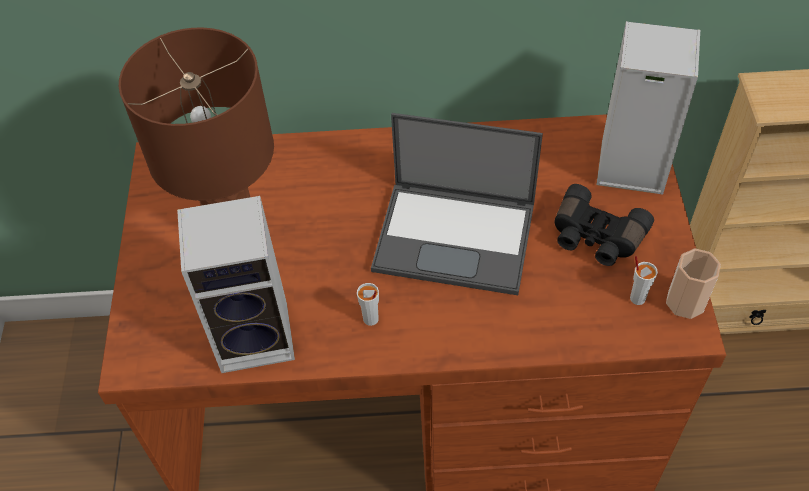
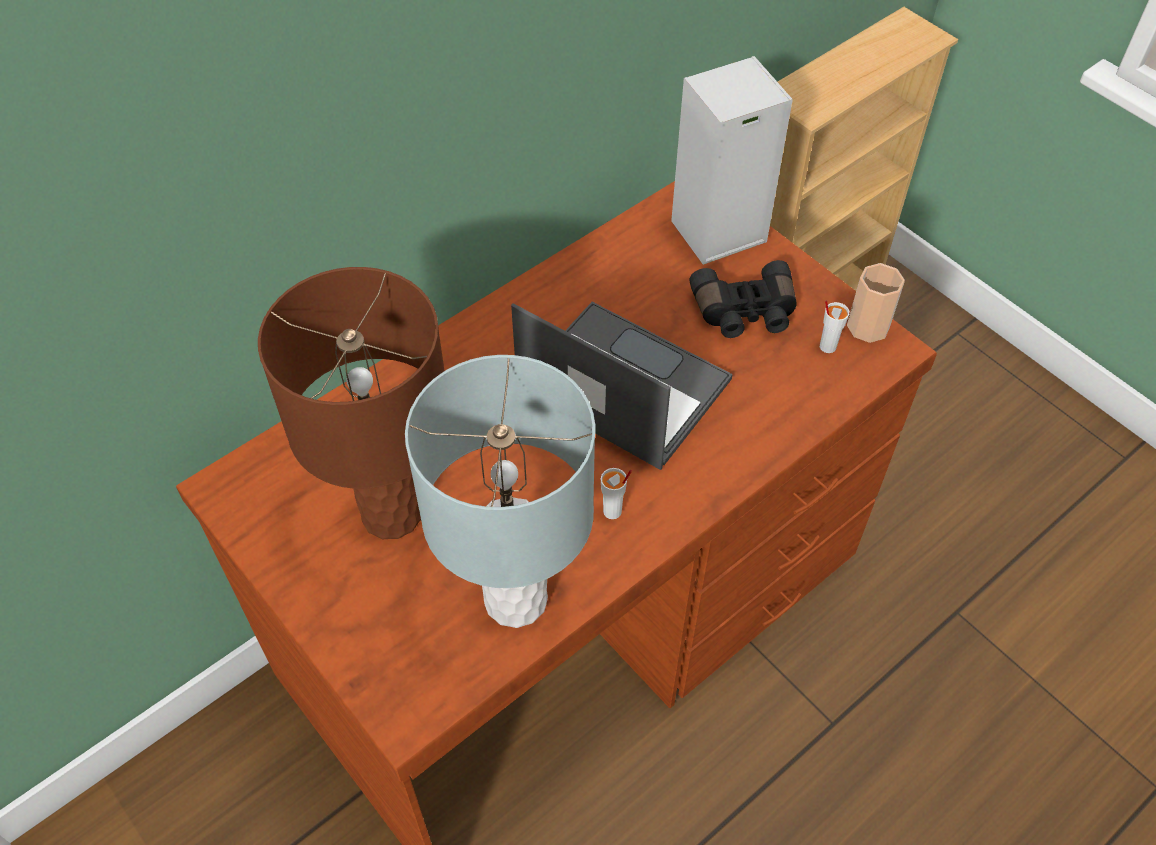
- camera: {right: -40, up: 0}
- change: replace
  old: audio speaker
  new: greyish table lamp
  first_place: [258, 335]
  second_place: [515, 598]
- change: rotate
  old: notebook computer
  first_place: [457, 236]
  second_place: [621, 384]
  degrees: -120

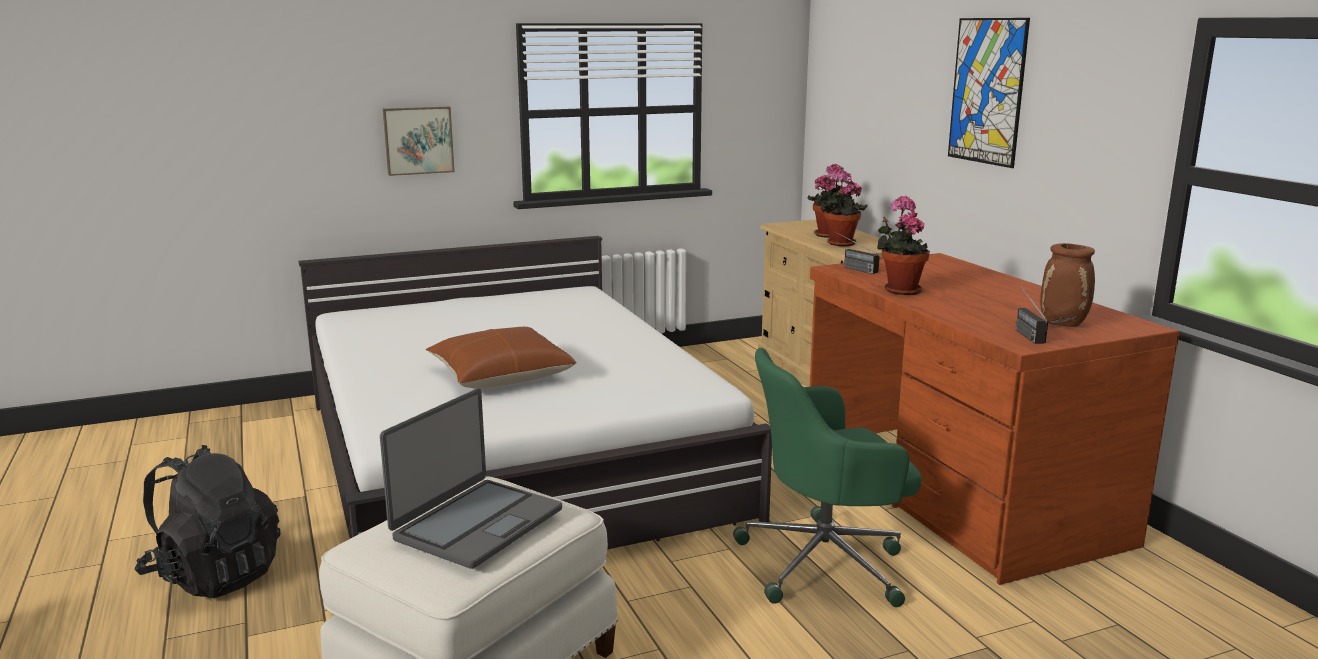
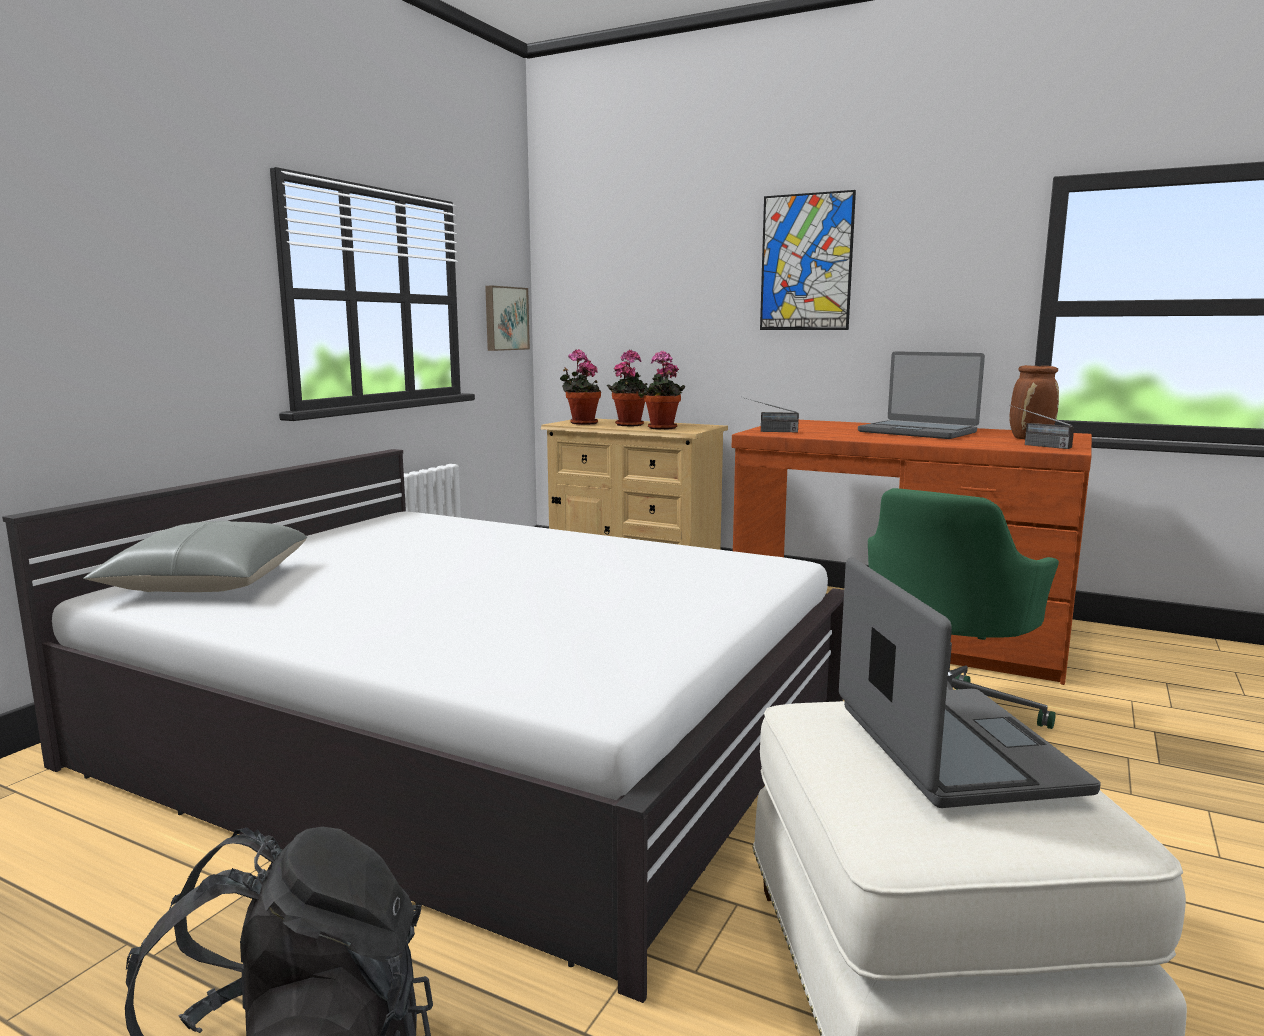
- camera: {right: -40, up: -5}
- change: insert
  new: greyish throw pillow
  second_place: [208, 582]
- change: move
  old: wall picture
  first_place: [418, 140]
  second_place: [505, 318]
- change: move
  old: plant in a pot
  first_place: [899, 290]
  second_place: [581, 423]
- change: insert
  new: notebook computer
  second_place: [918, 432]
- change: delete
  old: brown throw pillow
  first_place: [500, 375]

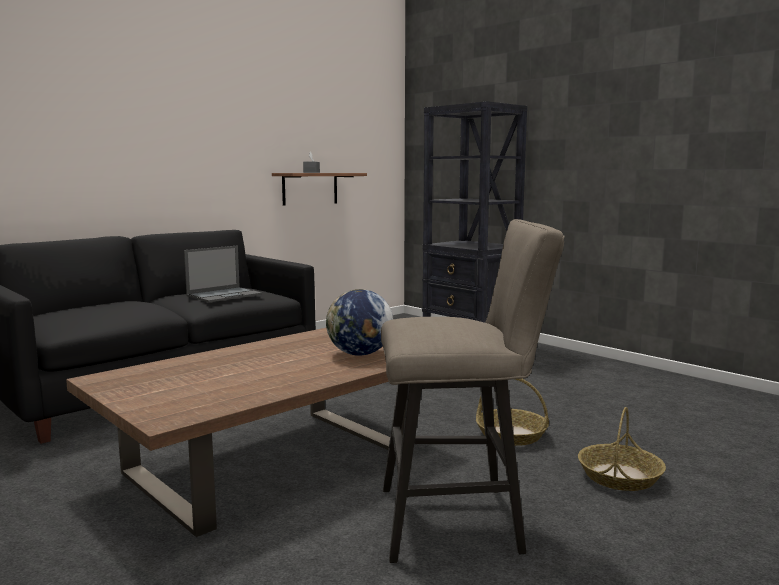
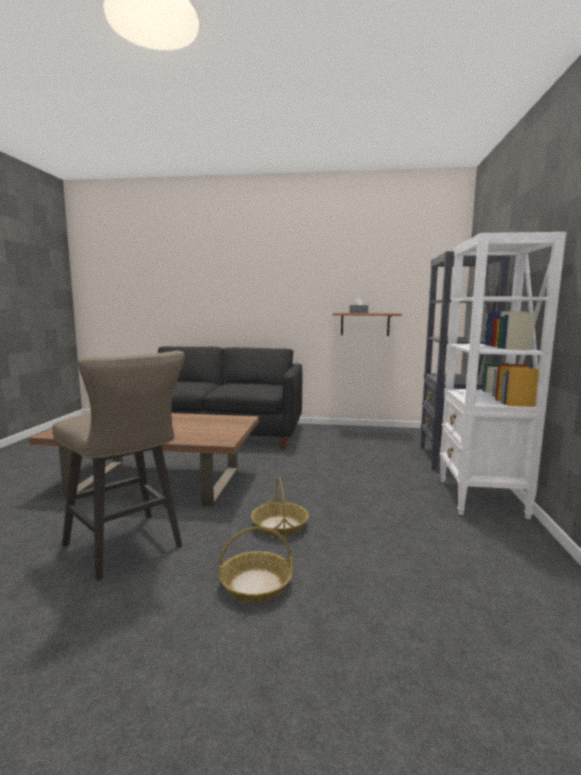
- camera: {right: 50, up: 0}
- change: insert
  new: whitish bookshelf
  second_place: [481, 498]
- change: delete
  old: notebook computer
  first_place: [225, 295]
- change: delete
  old: globe
  first_place: [359, 354]

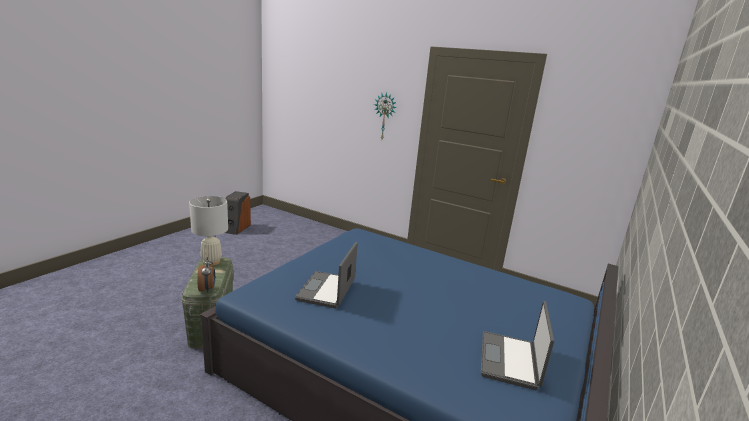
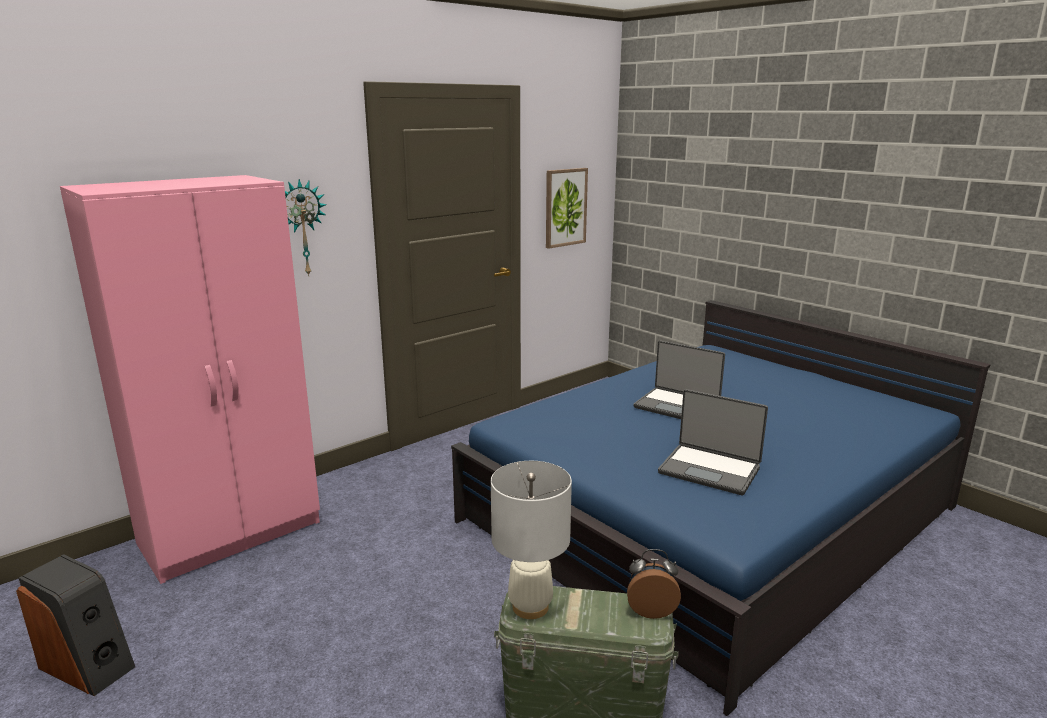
- camera: {right: -70, up: 0}
- change: insert
  new: pink clothes cupboard
  second_place: [233, 533]
- change: insert
  new: wall picture
  second_place: [565, 207]
- change: move
  old: notebook computer
  first_place: [510, 361]
  second_place: [677, 406]

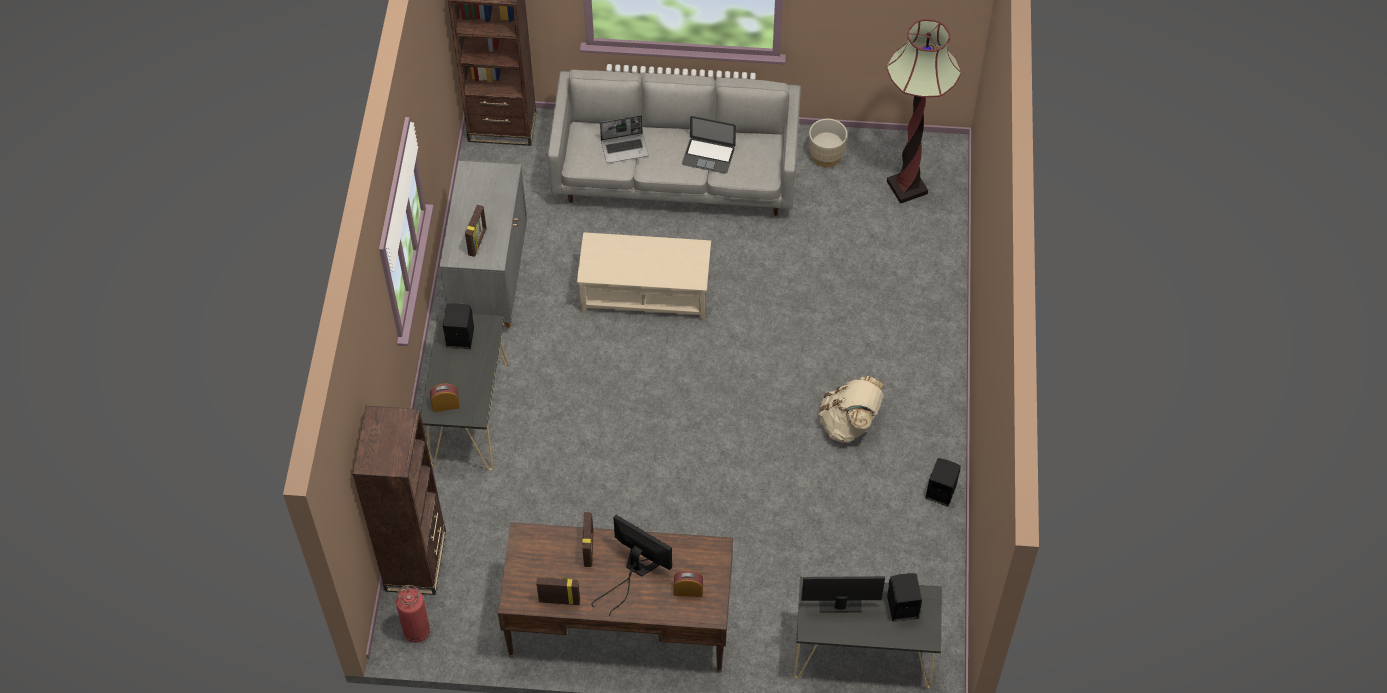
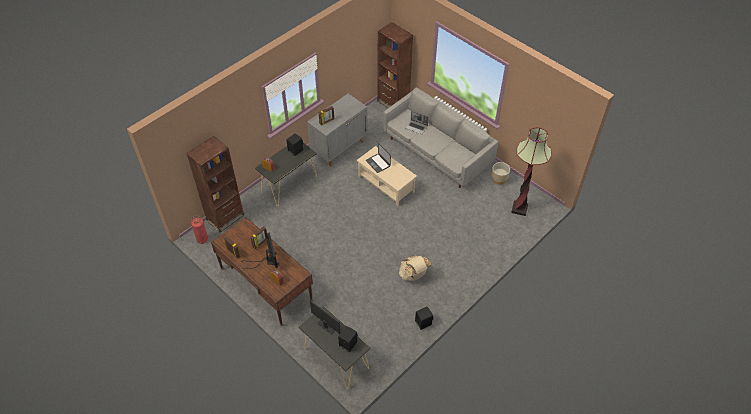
- camera: {right: 40, up: -5}
- change: move
  old: notebook computer
  first_place: [708, 155]
  second_place: [378, 163]

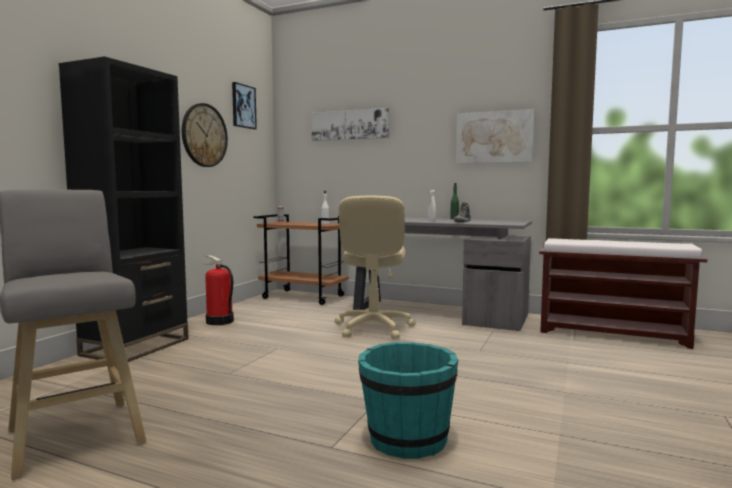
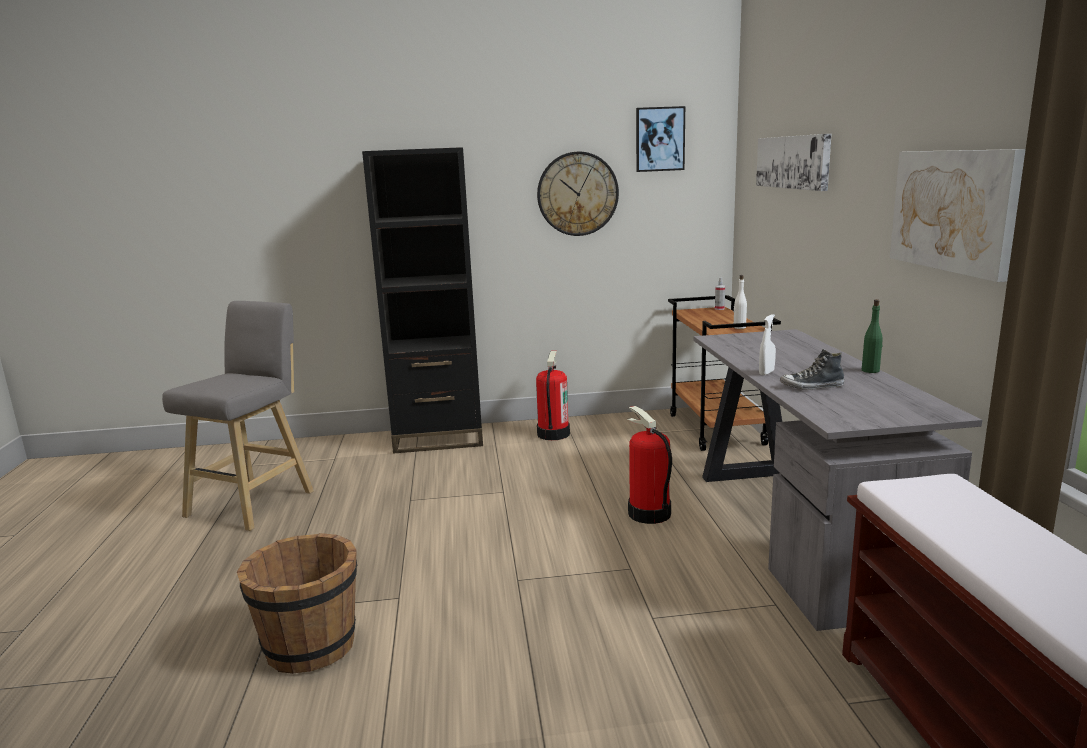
- camera: {right: 60, up: 10}
- change: recolor
  old: turquoise bucket
  new: brown bucket
  first_place: [406, 440]
  second_place: [310, 646]
- change: replace
  old: beige-coloured computer chair
  new: fire-fighting cylinder
  first_place: [373, 328]
  second_place: [648, 513]

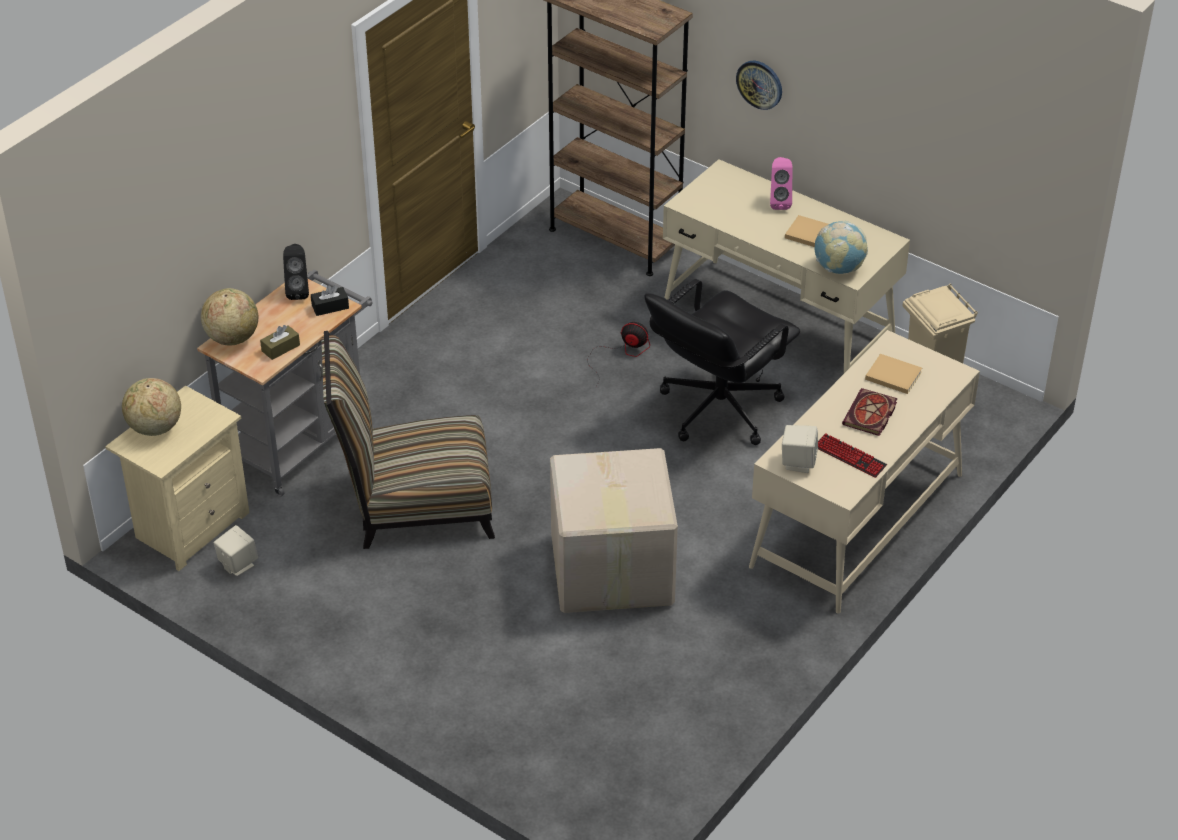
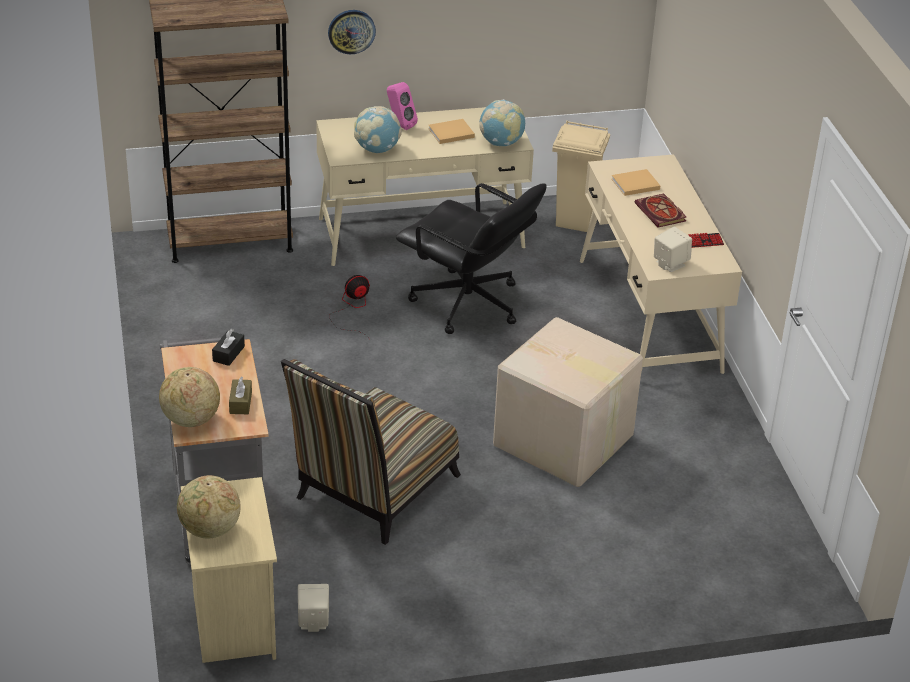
- camera: {right: -50, up: -5}
- change: insert
  new: globe
  second_place: [377, 149]
- change: rotate
  old: black computer chair
  first_place: [718, 409]
  second_place: [467, 304]
  degrees: -45
- change: delete
  old: black audio speaker
  first_place: [298, 291]

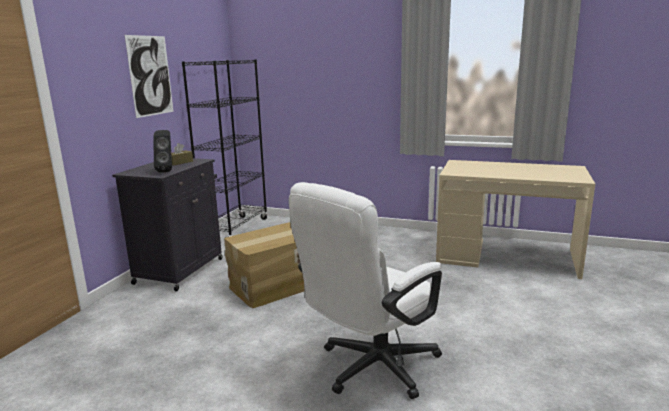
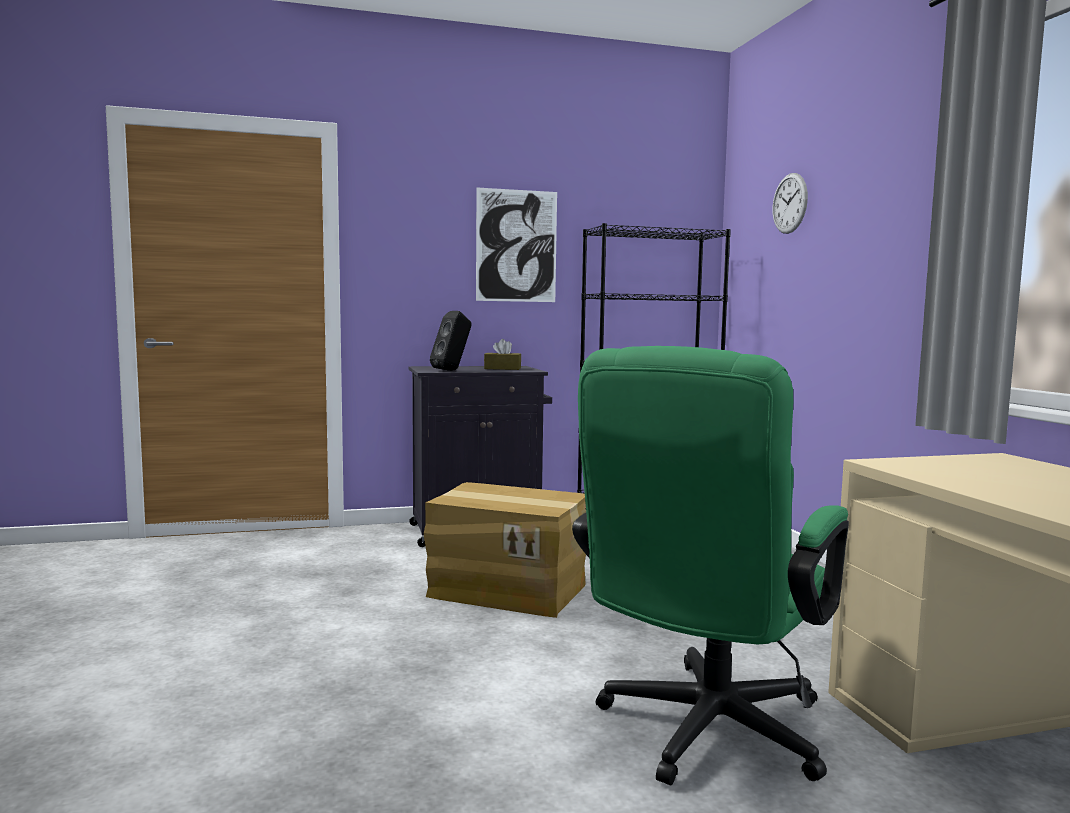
- camera: {right: 55, up: -10}
- change: insert
  new: green computer chair
  second_place: [703, 735]
- change: insert
  new: clock on the wall
  second_place: [789, 203]
- change: delete
  old: whitish computer chair
  first_place: [370, 369]

